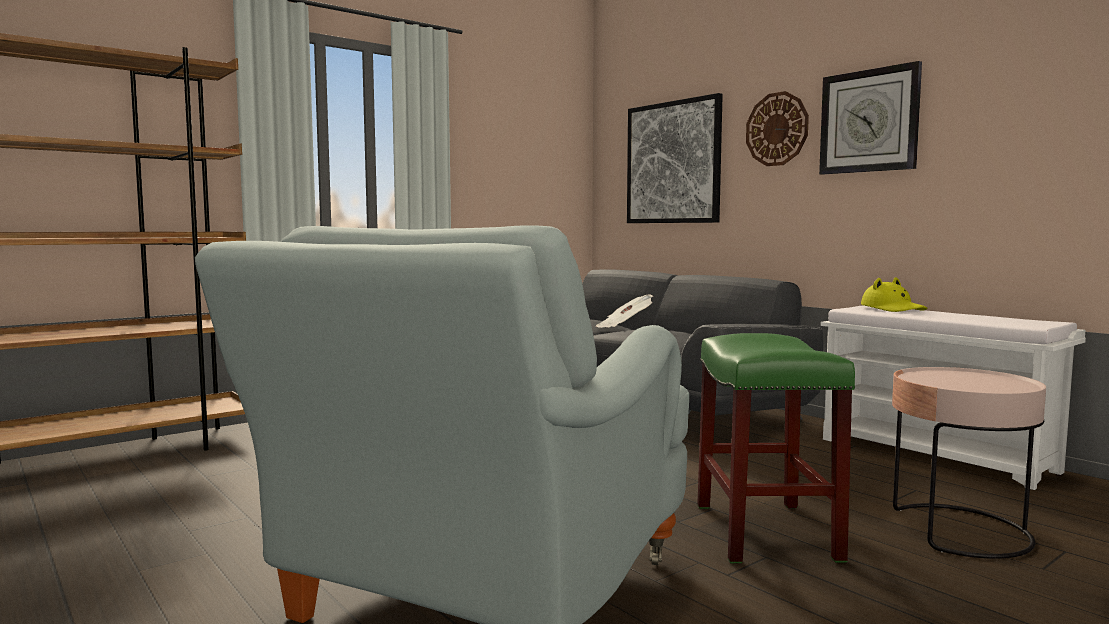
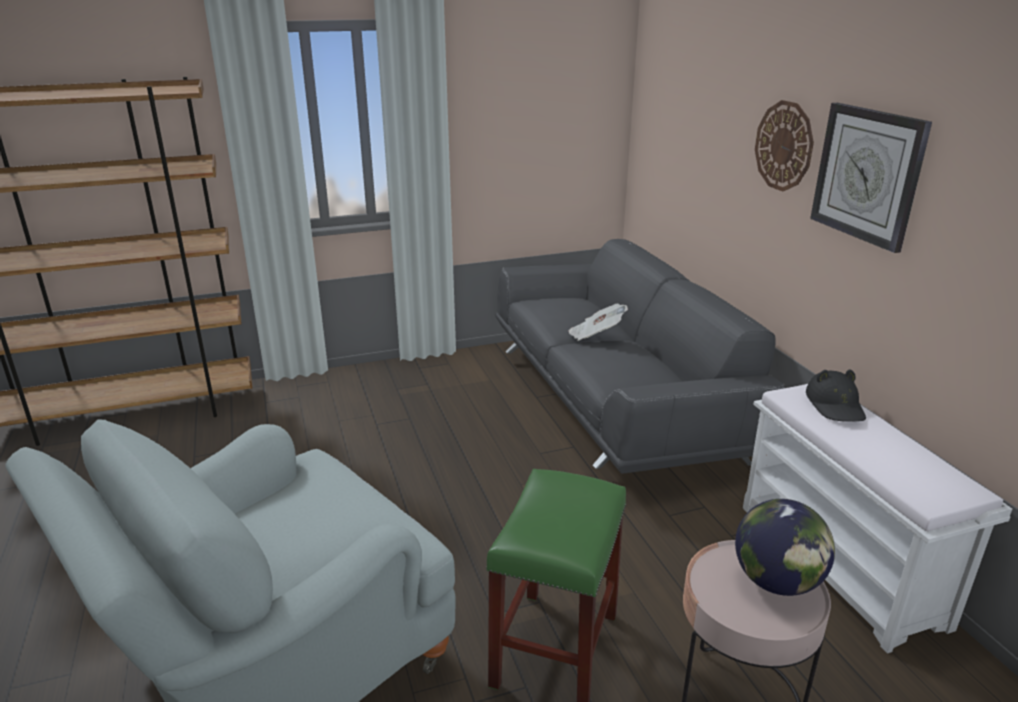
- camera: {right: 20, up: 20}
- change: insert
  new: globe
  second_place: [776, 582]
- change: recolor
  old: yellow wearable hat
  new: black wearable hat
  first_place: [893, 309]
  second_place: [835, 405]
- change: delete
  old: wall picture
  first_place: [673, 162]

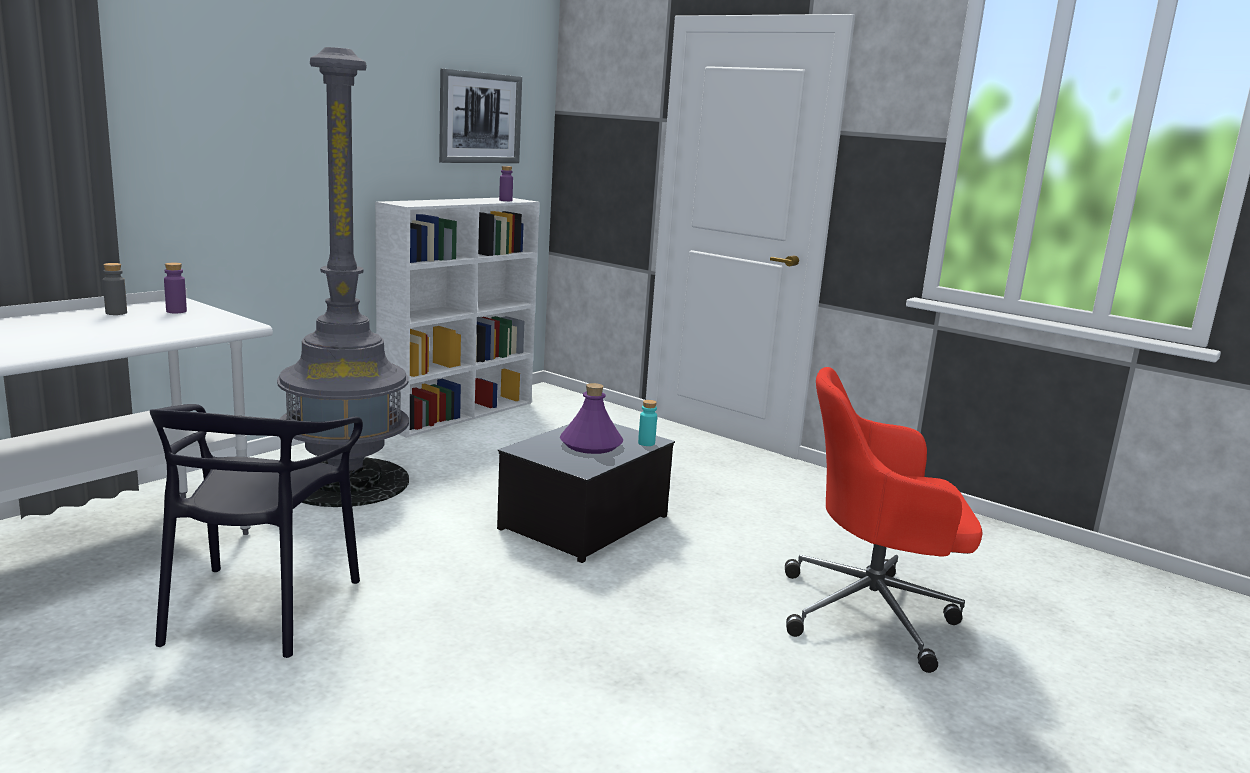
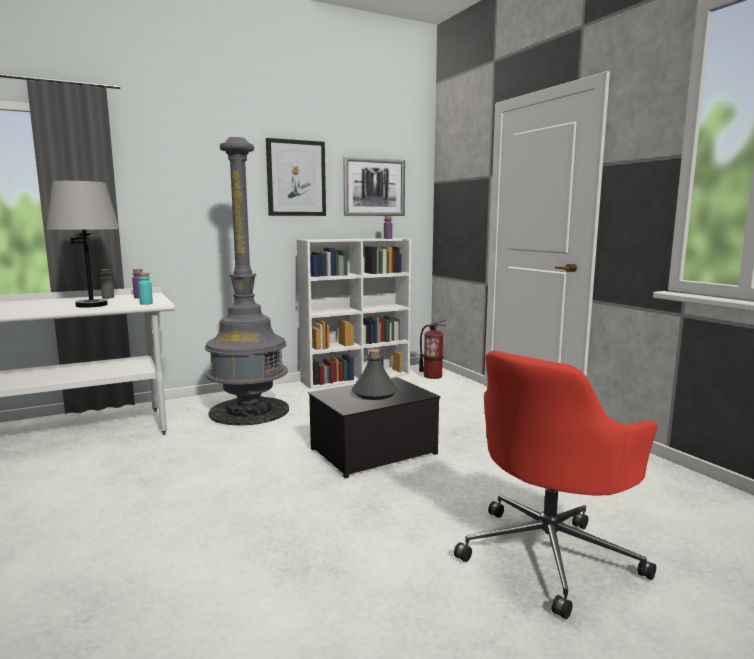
- camera: {right: 25, up: -5}
- change: insert
  new: greyish table lamp
  second_place: [92, 305]
- change: move
  old: turquoise bottle
  first_place: [646, 443]
  second_place: [146, 303]
- change: insert
  new: wall picture
  second_place: [296, 178]
- change: recolor
  old: purplish bottle
  new: greyish bottle
  first_place: [591, 445]
  second_place: [374, 394]
- change: insert
  new: fire-fighting cylinder
  second_place: [432, 376]
- change: rotate
  old: red-coloured computer chair
  first_place: [872, 614]
  second_place: [550, 554]
  degrees: -75
- change: delete
  old: black chair
  first_place: [258, 609]

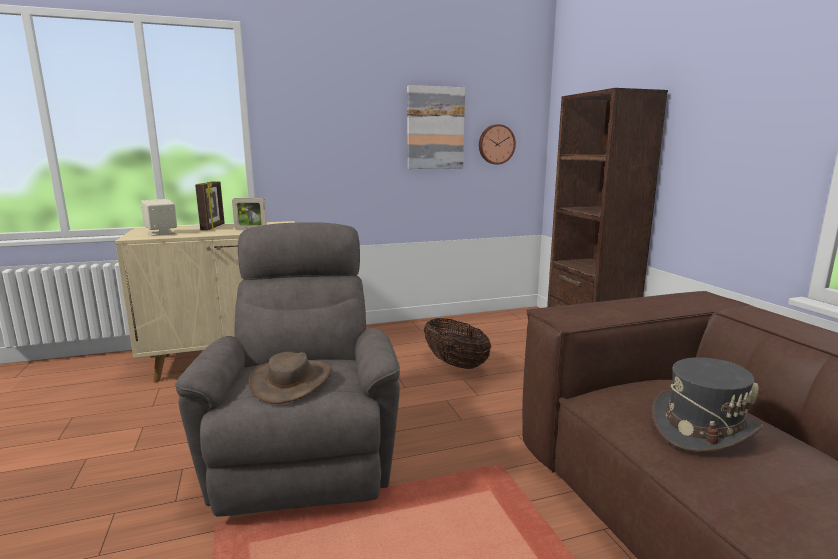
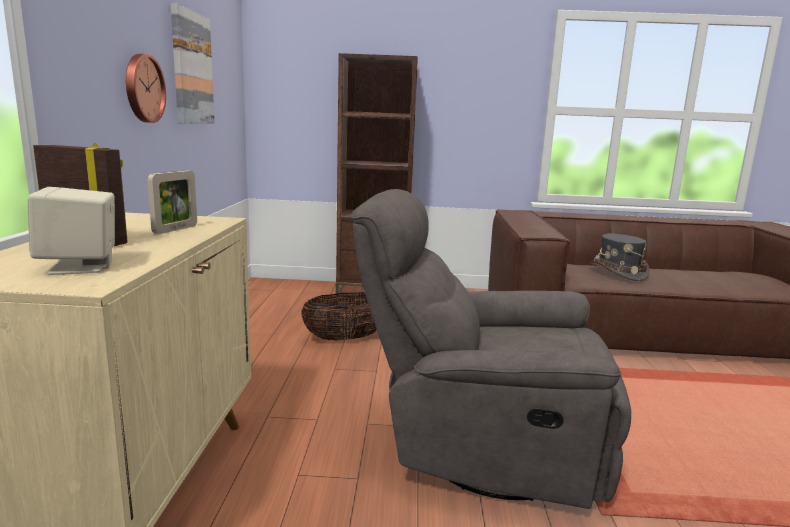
- camera: {right: -70, up: 0}
- change: move
  old: clock on the wall
  first_place: [496, 144]
  second_place: [143, 88]
- change: delete
  old: brown wearable hat
  first_place: [292, 381]

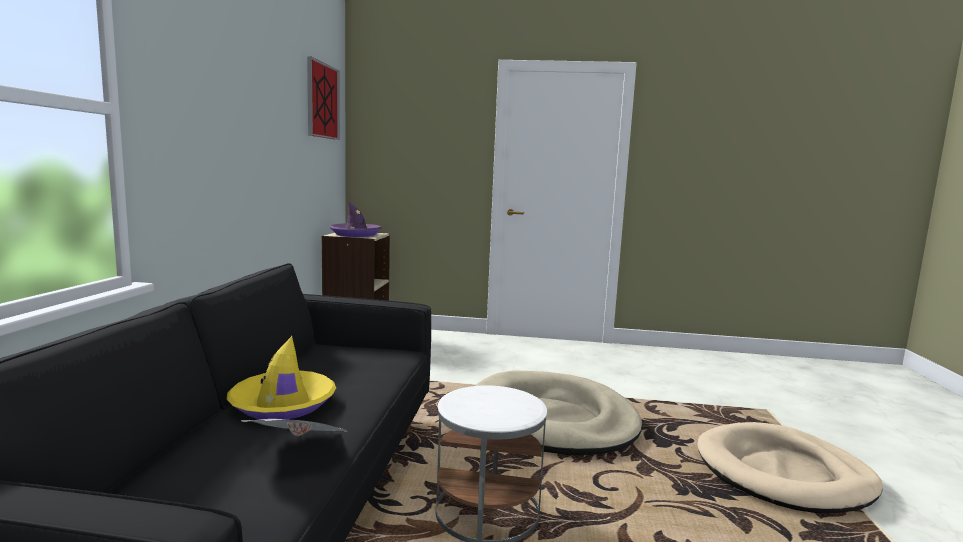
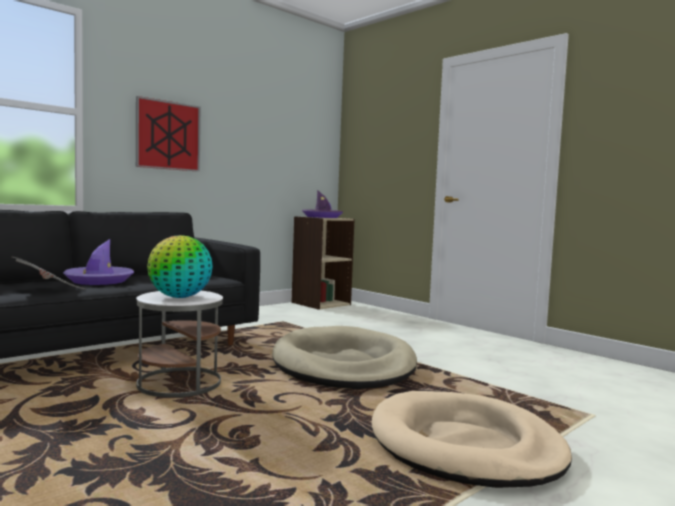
- camera: {right: 40, up: -5}
- change: recolor
  old: yellow wearable hat
  new: purplish wearable hat
  first_place: [283, 404]
  second_place: [99, 281]
- change: move
  old: wall picture
  first_place: [322, 101]
  second_place: [168, 135]
- change: insert
  new: globe
  second_place: [180, 297]

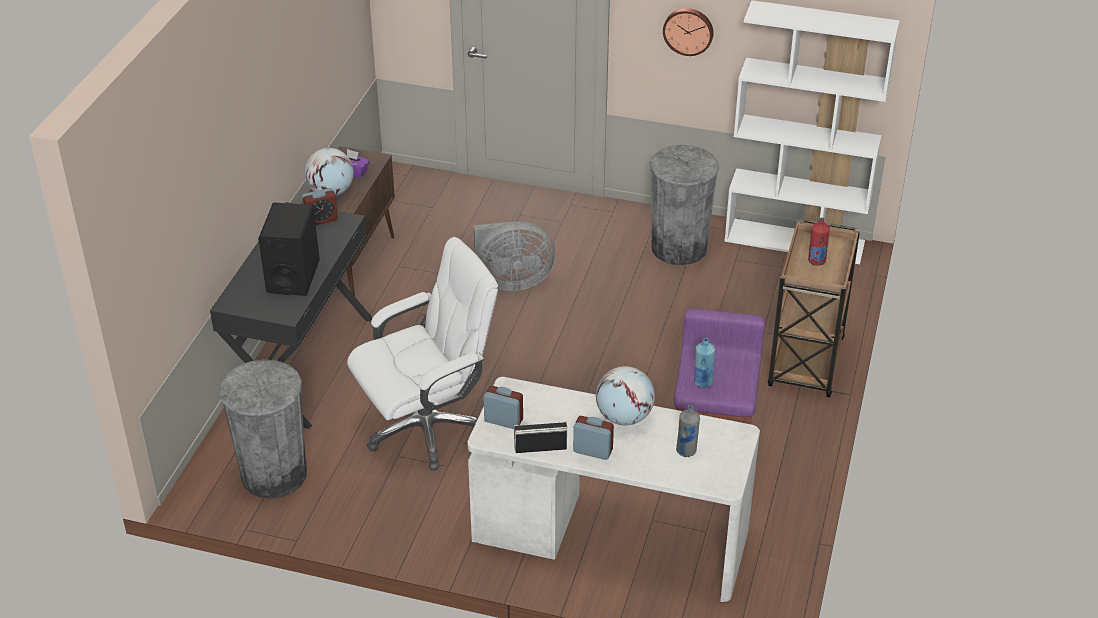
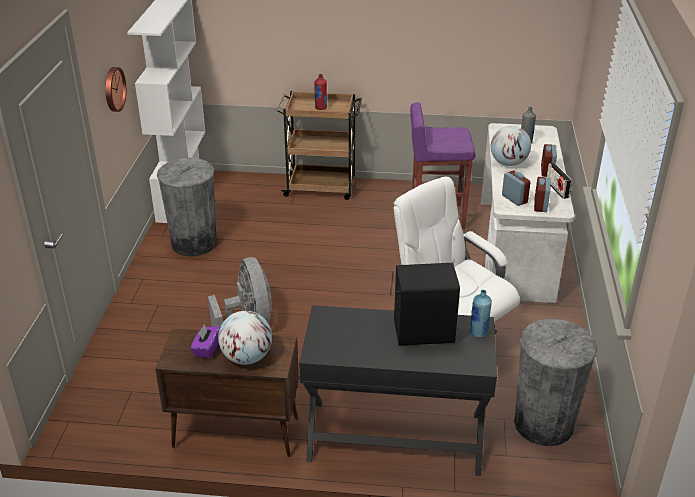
- camera: {right: -100, up: -5}
- change: move
  old: bluish bottle
  first_place: [702, 382]
  second_place: [478, 333]
- change: move
  old: bedside clock
  first_place: [321, 219]
  second_place: [514, 199]

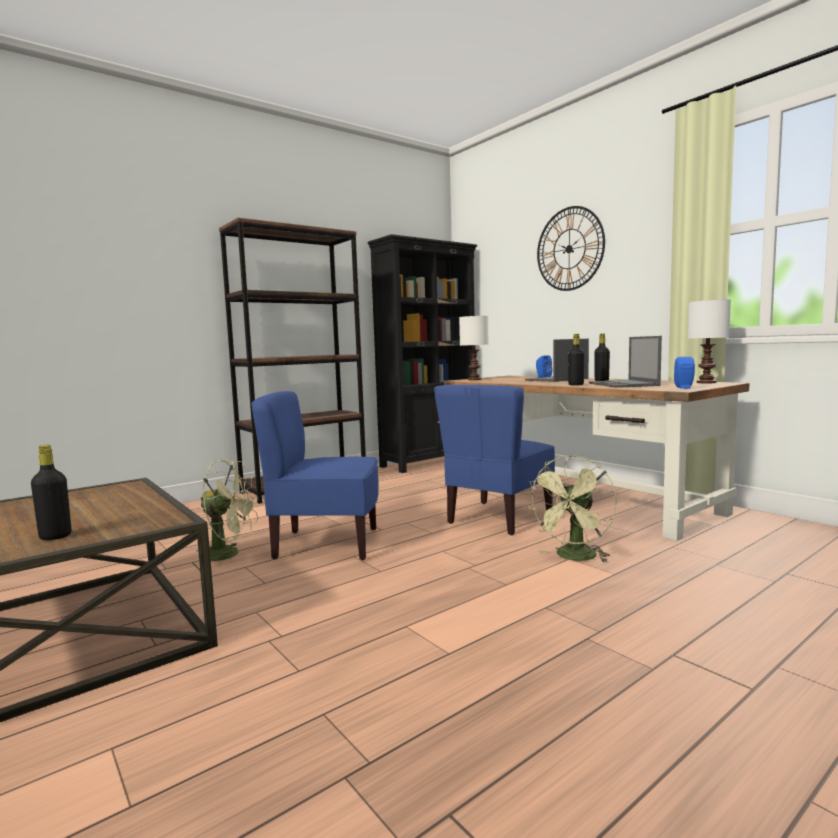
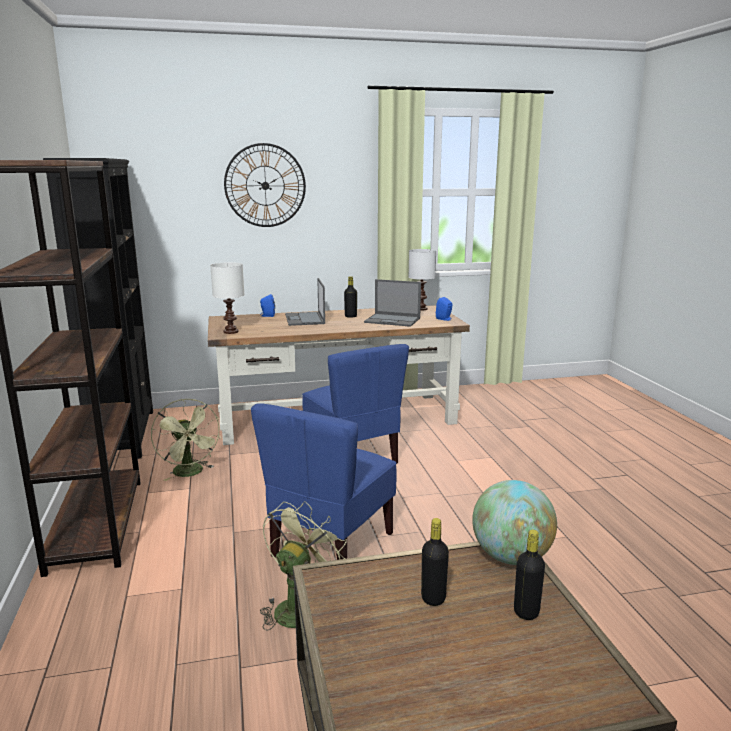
- camera: {right: -65, up: 10}
- change: move
  old: green electric fan
  first_place: [574, 557]
  second_place: [191, 473]
- change: move
  old: black bottle
  first_place: [576, 385]
  second_place: [433, 598]
- change: insert
  new: globe
  second_place: [511, 557]

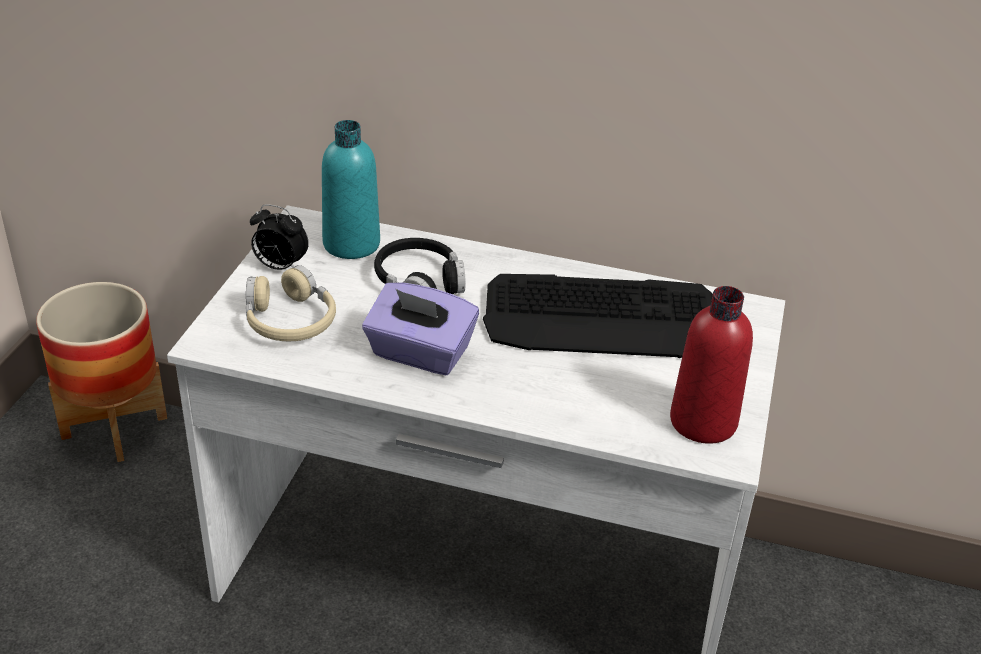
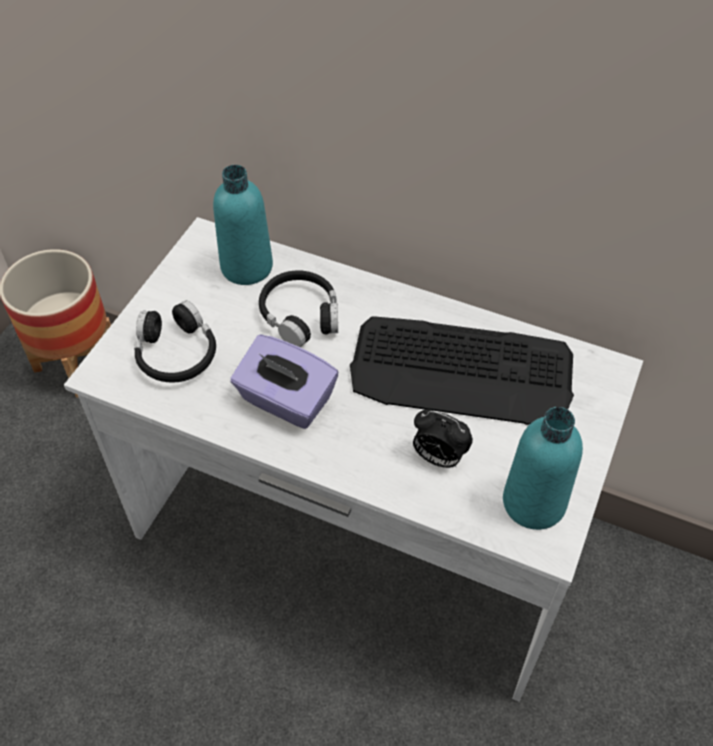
- camera: {right: 10, up: 15}
- change: recolor
  old: beige-coloured pair of headphones
  new: black pair of headphones
  first_place: [289, 320]
  second_place: [176, 353]
- change: move
  old: bedside clock
  first_place: [279, 267]
  second_place: [438, 457]
- change: recolor
  old: red-coloured bottle
  new: turquoise bottle
  first_place: [703, 422]
  second_place: [534, 502]

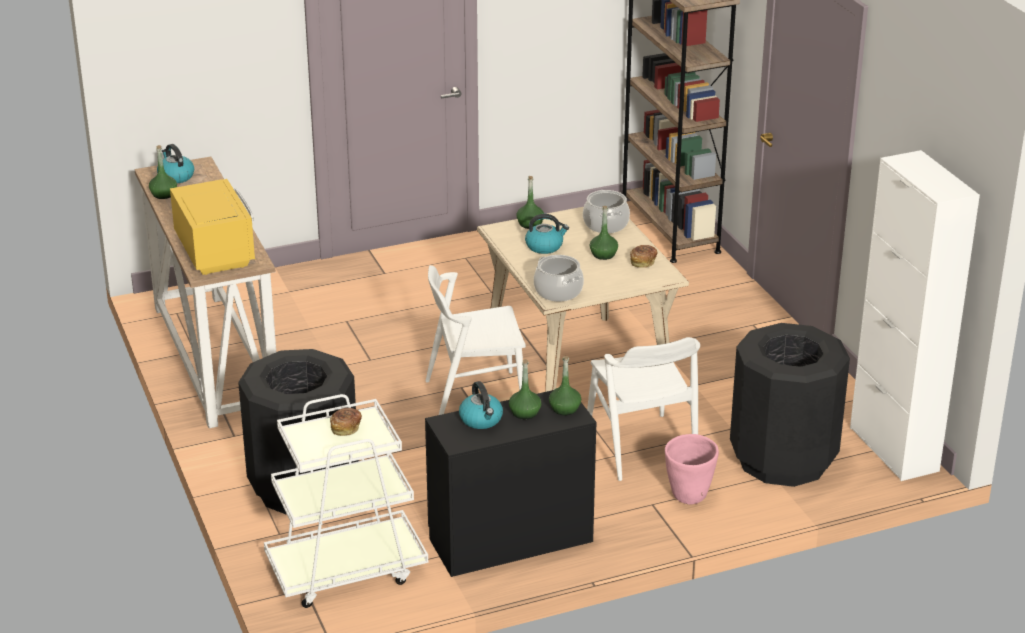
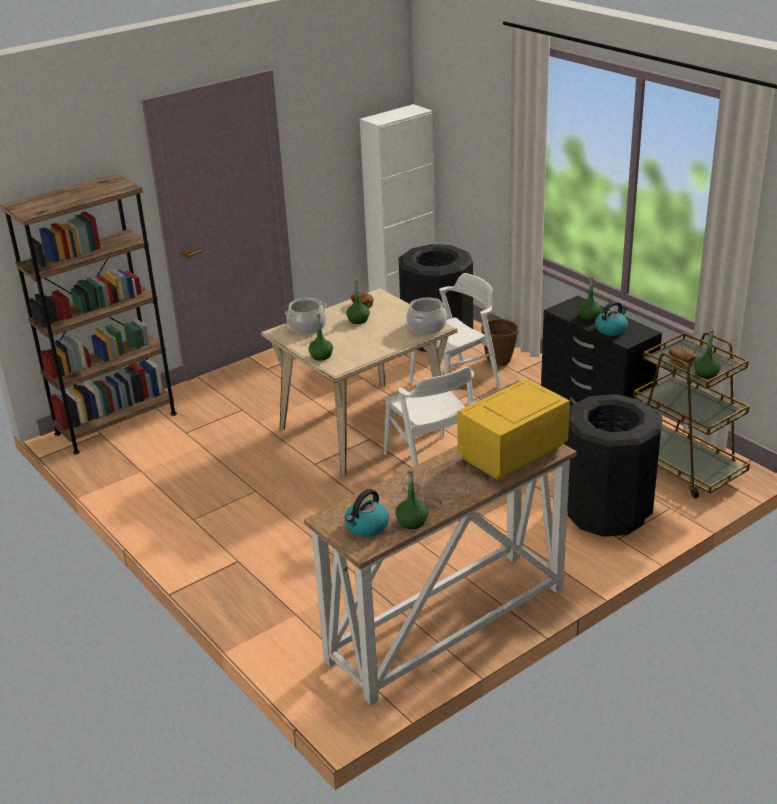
- camera: {right: -105, up: 0}
- change: recolor
  old: pink plant pot
  new: brown plant pot
  first_place: [688, 496]
  second_place: [499, 361]
- change: recolor
  old: whitish trolley
  new: brown trolley
  first_place: [346, 570]
  second_place: [683, 468]
- change: move
  old: green bottle
  first_place: [564, 409]
  second_place: [706, 374]
- change: delete
  old: water kettle
  first_place: [545, 246]

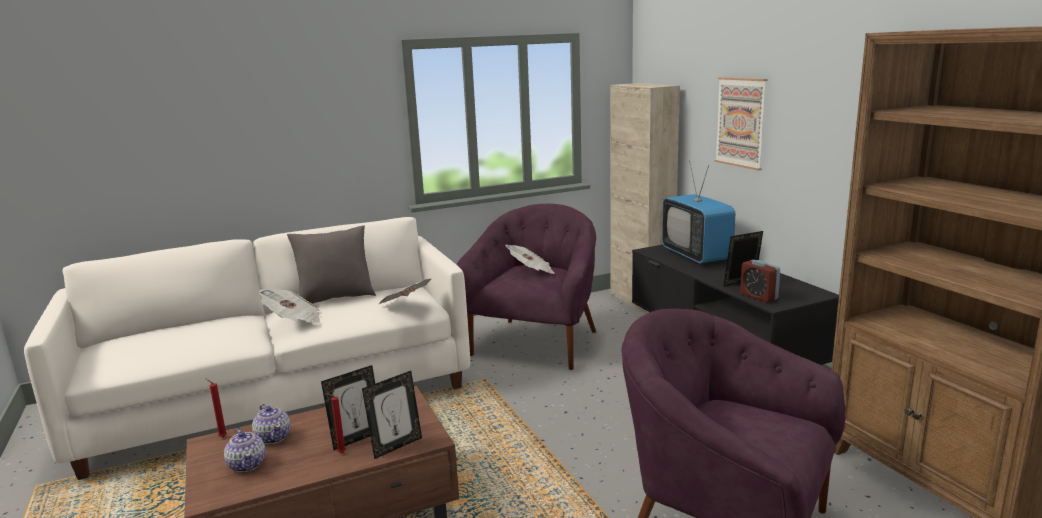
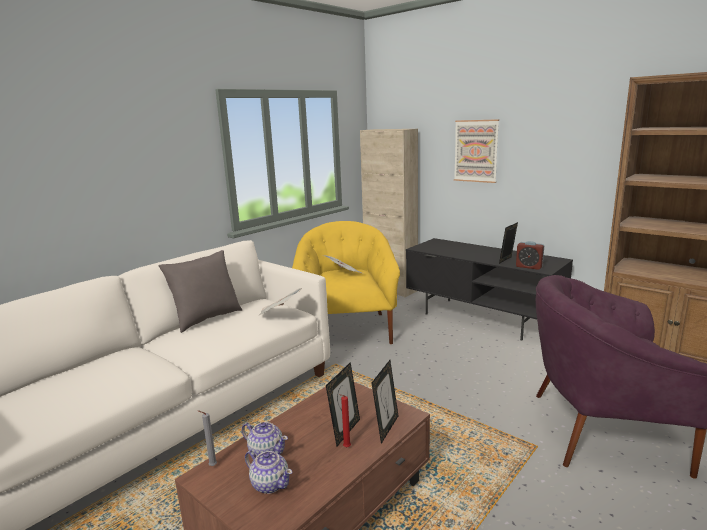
- camera: {right: -25, up: 0}
- change: recolor
  old: red-coloured wax light
  new: greyish wax light
  first_place: [221, 437]
  second_place: [211, 466]
- change: recolor
  old: purplish lounge chair
  new: yellow lounge chair
  first_place: [536, 342]
  second_place: [347, 329]
- change: delete
  old: daily paper
  first_place: [294, 320]
- change: delete
  old: television
  first_place: [696, 256]

